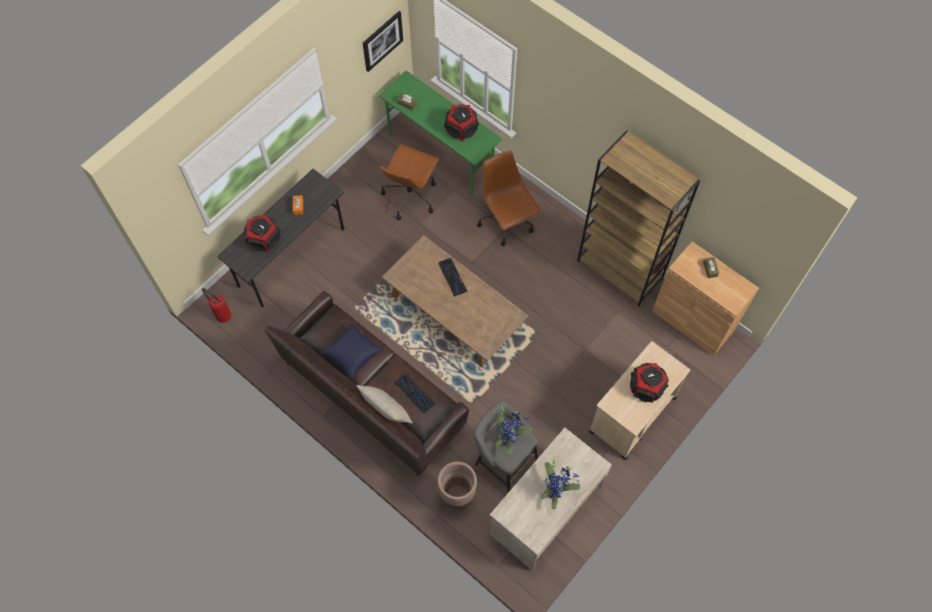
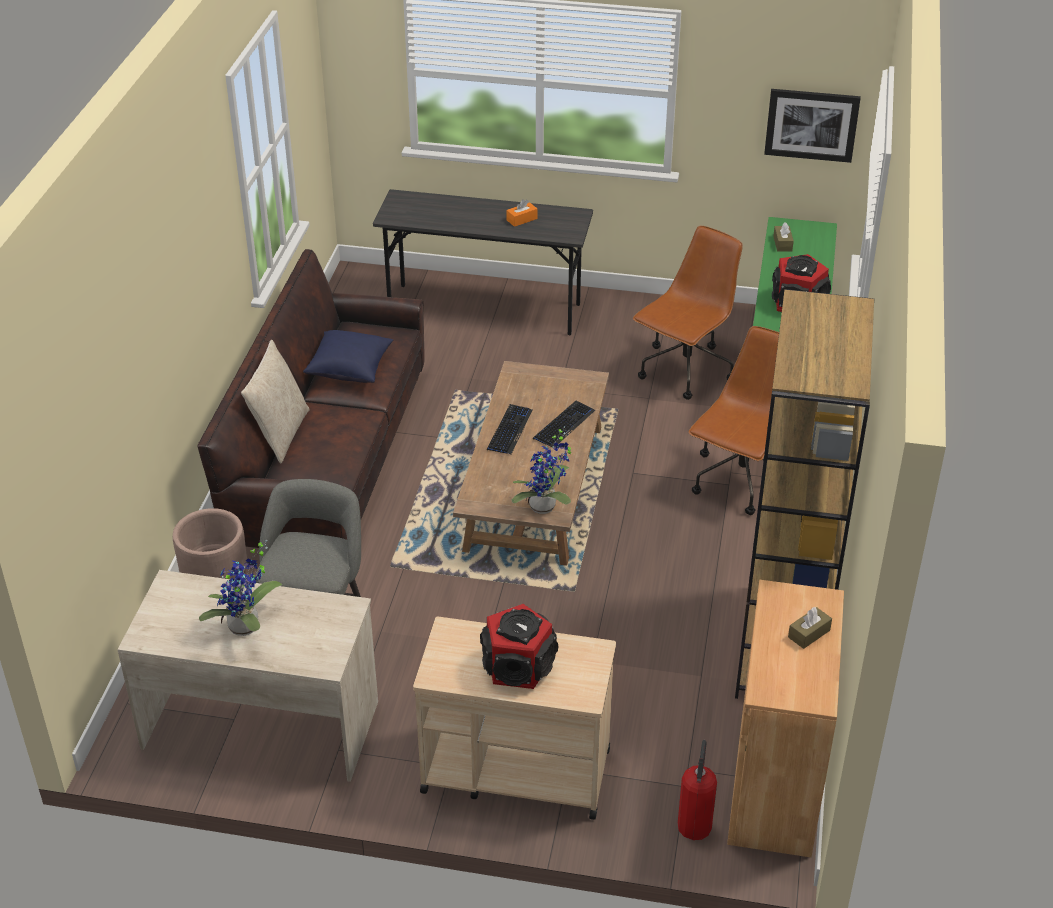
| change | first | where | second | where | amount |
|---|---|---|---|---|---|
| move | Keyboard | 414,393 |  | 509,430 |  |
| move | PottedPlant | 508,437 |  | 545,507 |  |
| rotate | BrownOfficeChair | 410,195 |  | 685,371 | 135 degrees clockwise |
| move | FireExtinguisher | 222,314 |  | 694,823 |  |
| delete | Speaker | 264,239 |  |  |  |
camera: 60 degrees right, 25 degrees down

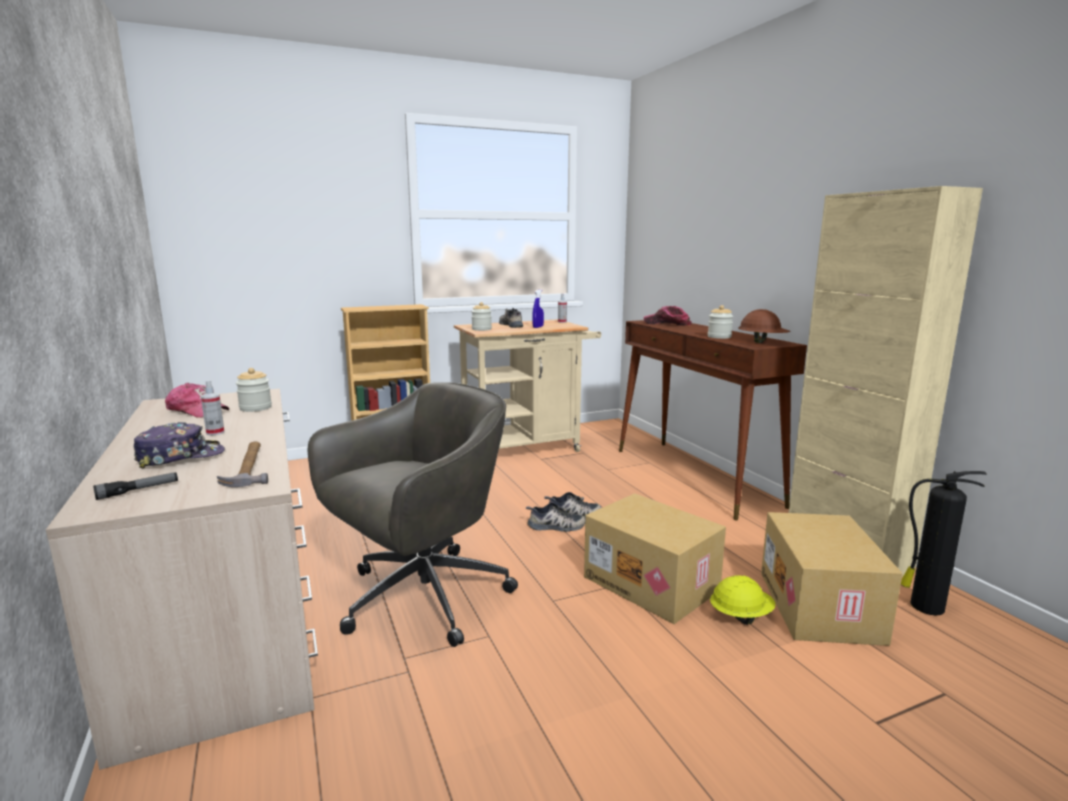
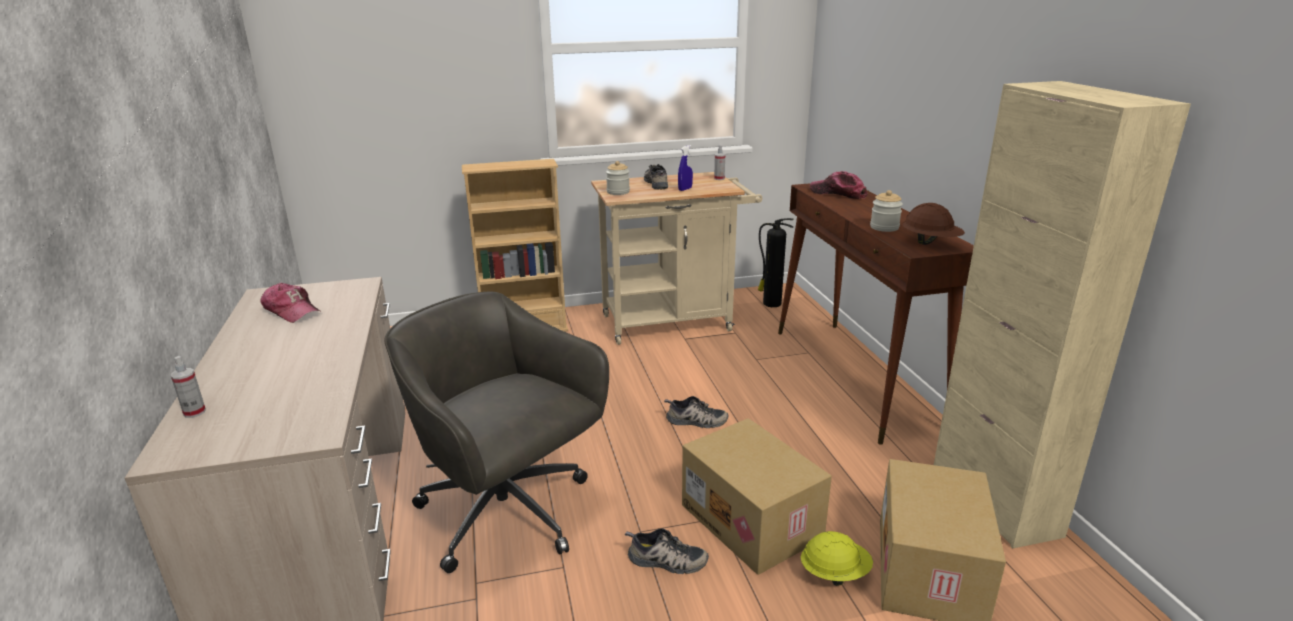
| change | first | where | second | where | amount |
|---|---|---|---|---|---|
| move | SprayBottle | 215,432 |  | 194,412 |  |
| rotate | GreyOfficeChair | 420,598 |  | 508,514 | 105 degrees counterclockwise |
| move | Shoe | 555,526 |  | 666,561 |  |
| move | FireExtinguisher | 924,606 |  | 770,303 |  |
| delete | Flashlight | 138,491 |  |  |  |
| delete | Cap | 180,457 |  |  |  |
| delete | Hammer | 248,466 |  |  |  |
| delete | Jar | 255,408 |  |  |  |
camera: 10 degrees right, 10 degrees up

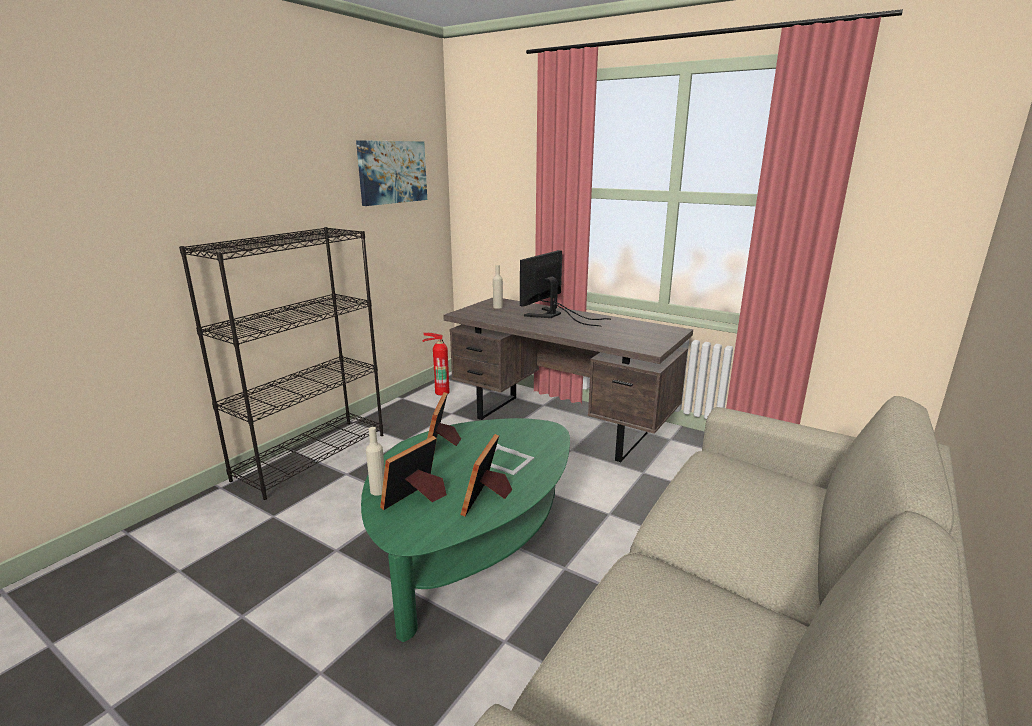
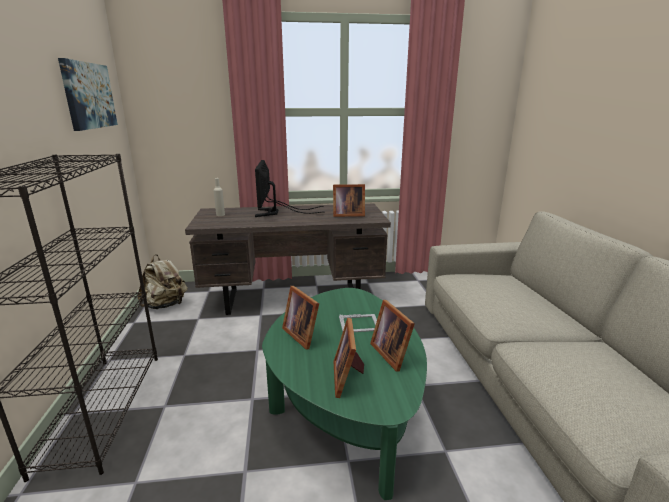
| change | first | where | second | where | amount |
|---|---|---|---|---|---|
| replace | FireExtinguisher | 441,392 | BeigeBackpack | 165,305 |  |
| insert |  |  | PictureFrame | 347,215 |  |
| delete | BeigeBottle | 378,490 |  |  |  |
camera: 40 degrees left, 0 degrees up

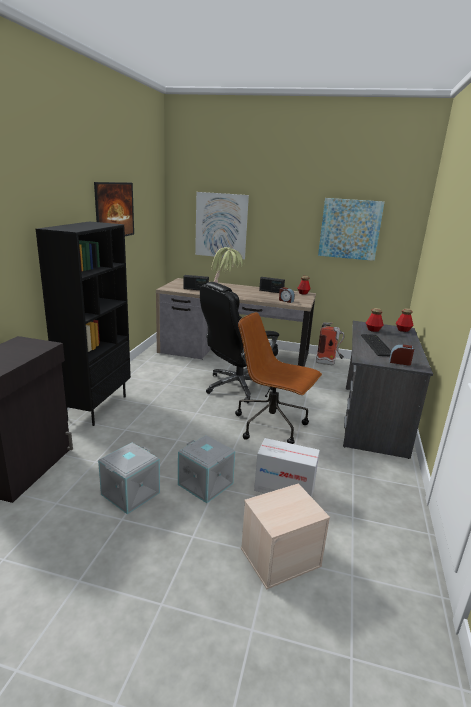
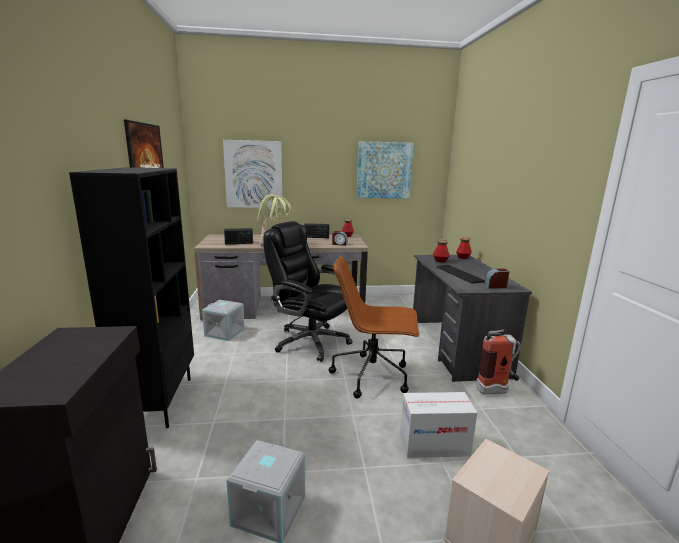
| change | first | where | second | where | amount |
|---|---|---|---|---|---|
| move | GreyStorageBox | 206,483 |  | 225,332 |  |
| rotate | BlackOfficeChair | 236,387 |  | 310,341 | 90 degrees clockwise |
| move | FireExtinguisher | 329,363 |  | 497,390 |  |
camera: 20 degrees left, 5 degrees down

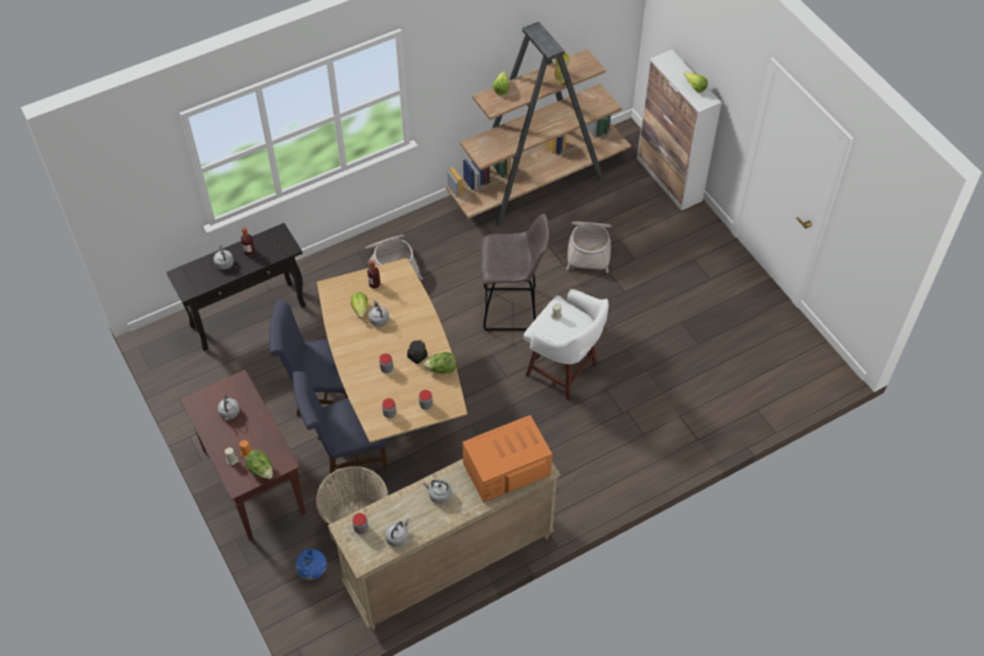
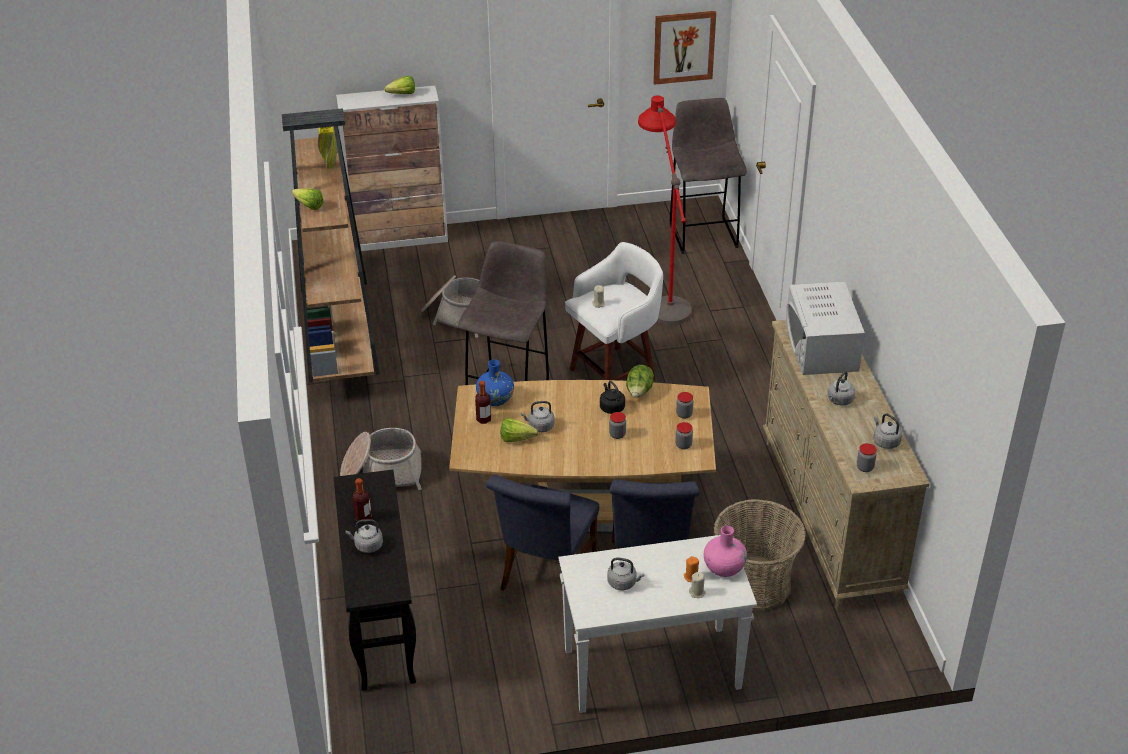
| change | first | where | second | where | amount |
|---|---|---|---|---|---|
| move | BlueVase | 312,570 |  | 495,399 |  |
| recolor | BrownConsoleTable | 252,480 | WhiteConsoleTable | 650,670 |  |
| replace | BlackJar | 417,356 | BlackKettle | 611,407 |  |
| insert |  |  | RedFloorLamp | 662,293 |  |
| insert |  |  | Picture | 683,47 |  |
| insert |  |  | GreyStool | 703,234 |  |
| replace | Lettuce | 261,470 | PinkVase | 724,568 |  |
| recolor | OrangeMicrowave | 506,469 | WhiteMicrowave | 821,346 |  |
camera: 70 degrees left, 15 degrees down

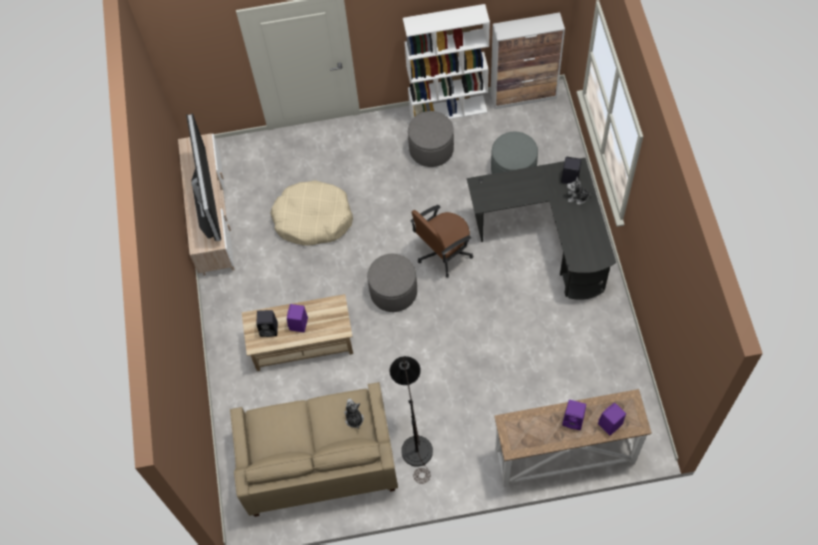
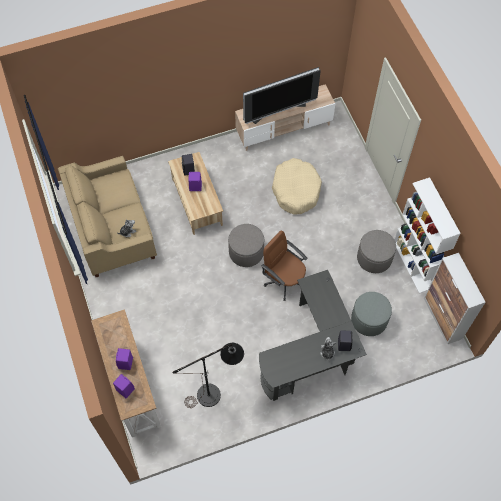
| change | first | where | second | where | amount |
|---|---|---|---|---|---|
| move | BlackFloorLamp | 415,442 |  | 215,393 |  |
camera: 75 degrees right, 0 degrees up

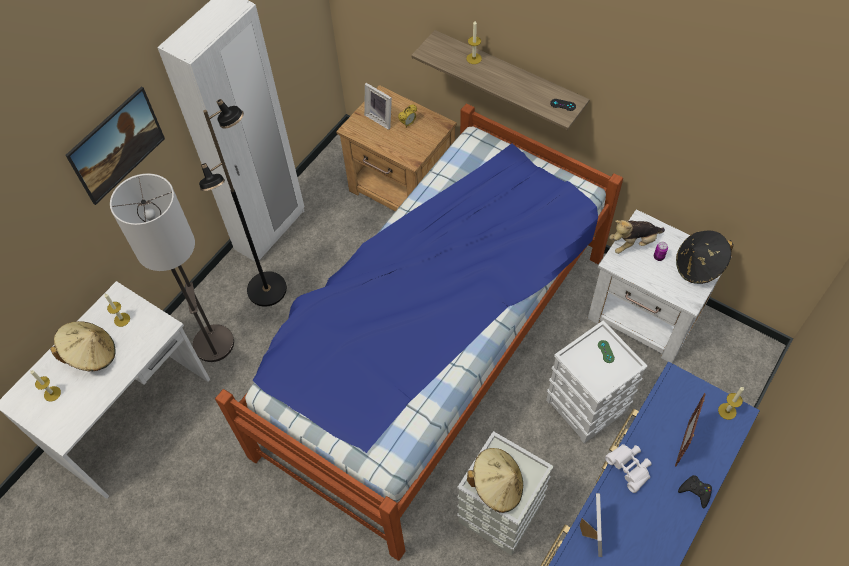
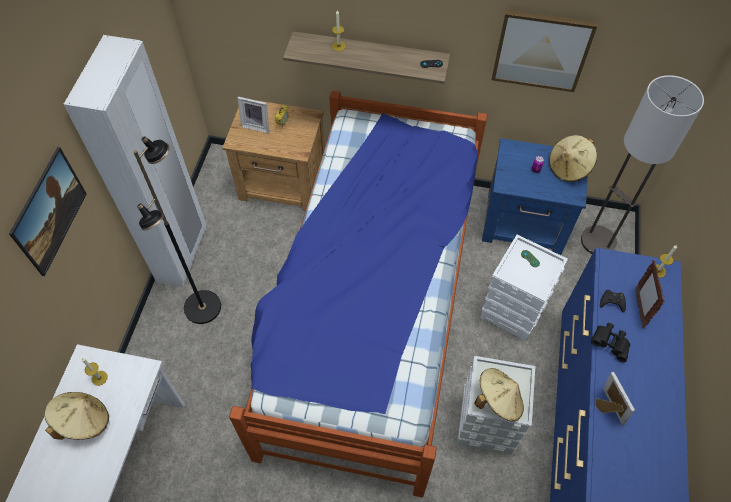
| change | first | where | second | where | amount |
|---|---|---|---|---|---|
| recolor | WhiteNightstand | 646,315 | BlueNightstand | 525,223 |  |
| insert |  |  | Picture | 541,50 |  |
| recolor | BlackHat | 699,266 | BeigeHat | 569,167 |  |
| move | FloorLamp | 214,344 |  | 598,241 |  |
| recolor | WhiteBinoculars | 629,468 | BlackBinoculars | 610,344 |  |
| move | BlackGameController | 695,491 |  | 612,302 |  |
| delete | Candle | 52,393 |  |  |  |
| delete | PlushToy | 633,243 |  |  |  |
camera: 25 degrees left, 0 degrees up

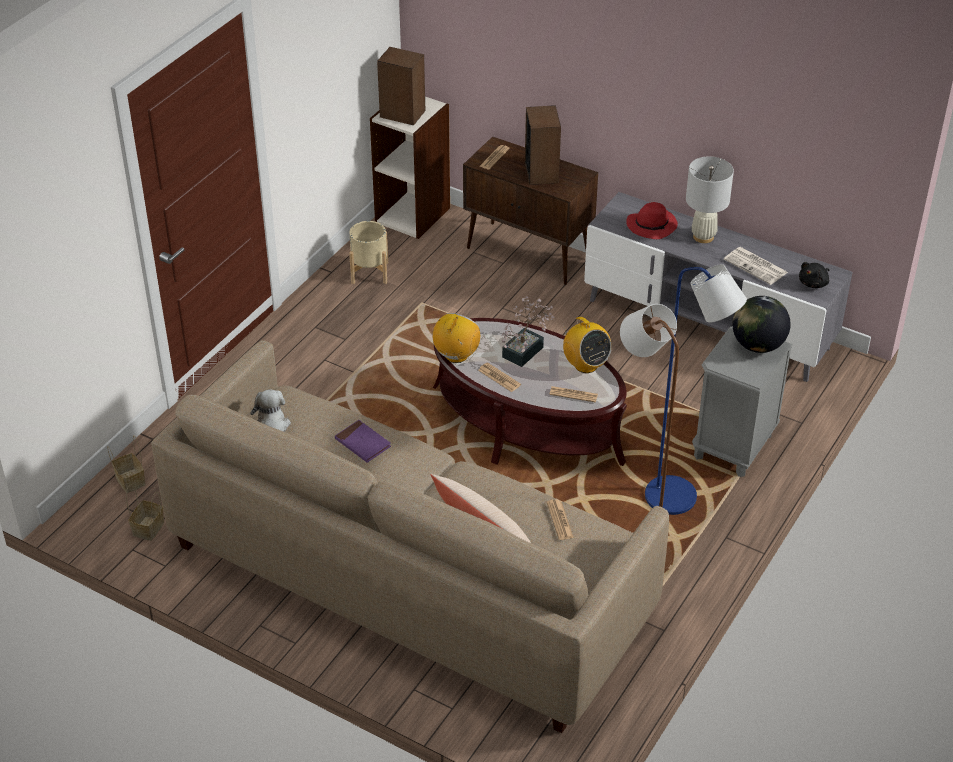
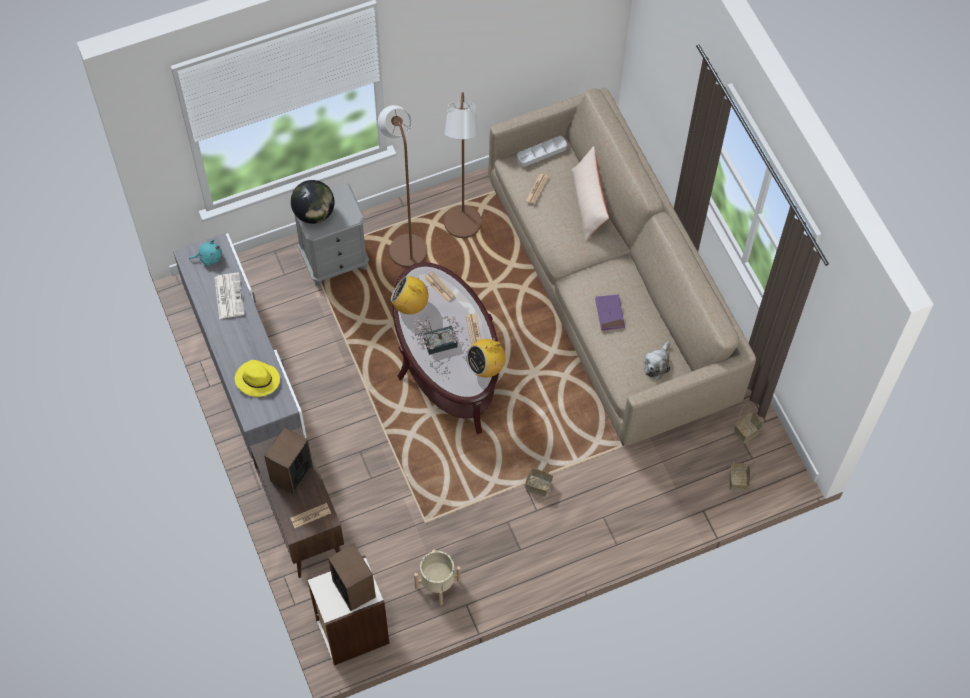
| change | first | where | second | where | amount |
|---|---|---|---|---|---|
| recolor | BlackPlushToy | 814,283 | TurquoisePlushToy | 209,257 |  |
| recolor | RedHat | 652,225 | YellowHat | 257,380 |  |
| recolor | BlueFloorLamp | 679,501 | BrownFloorLamp | 405,245 |  |
| rotate | Radio | 585,365 |  | 410,305 | 75 degrees counterclockwise |
| insert |  |  | GreyTray | 541,153 |  |
| insert |  |  | Basket | 537,486 |  |
| delete | WhiteTableLamp | 703,236 |  |  |  |
camera: 145 degrees left, 20 degrees up

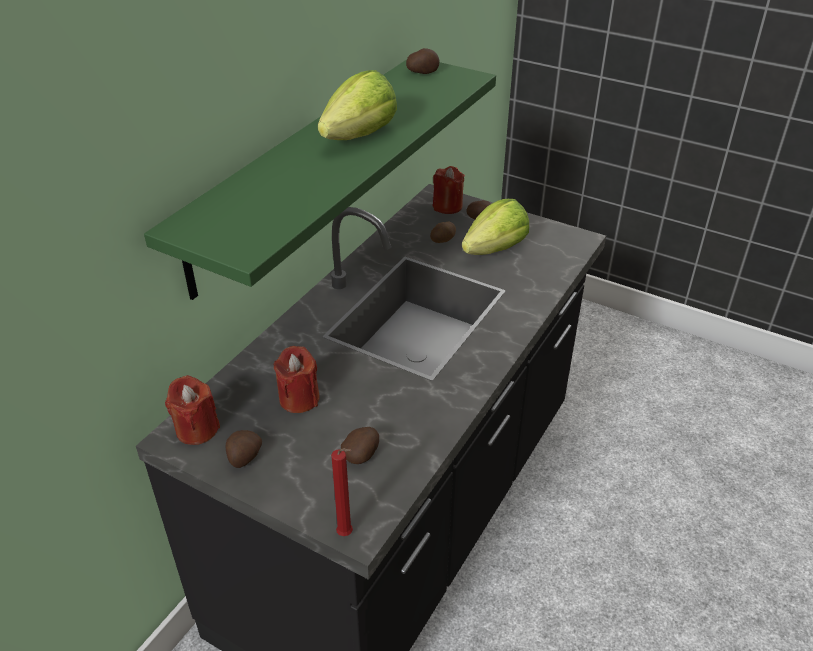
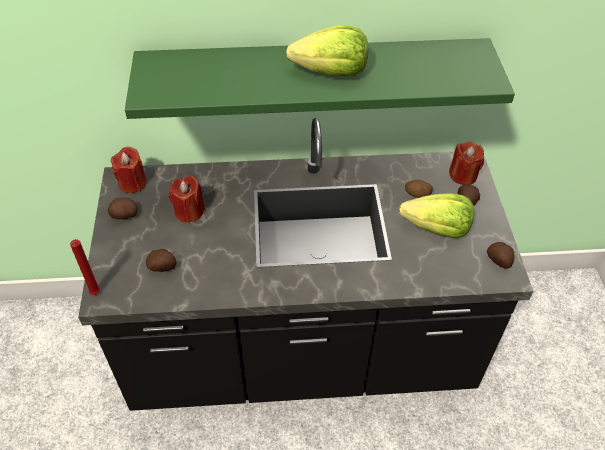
| change | first | where | second | where | amount |
|---|---|---|---|---|---|
| move | Potato | 422,73 |  | 499,261 |  |
camera: 55 degrees right, 10 degrees up

